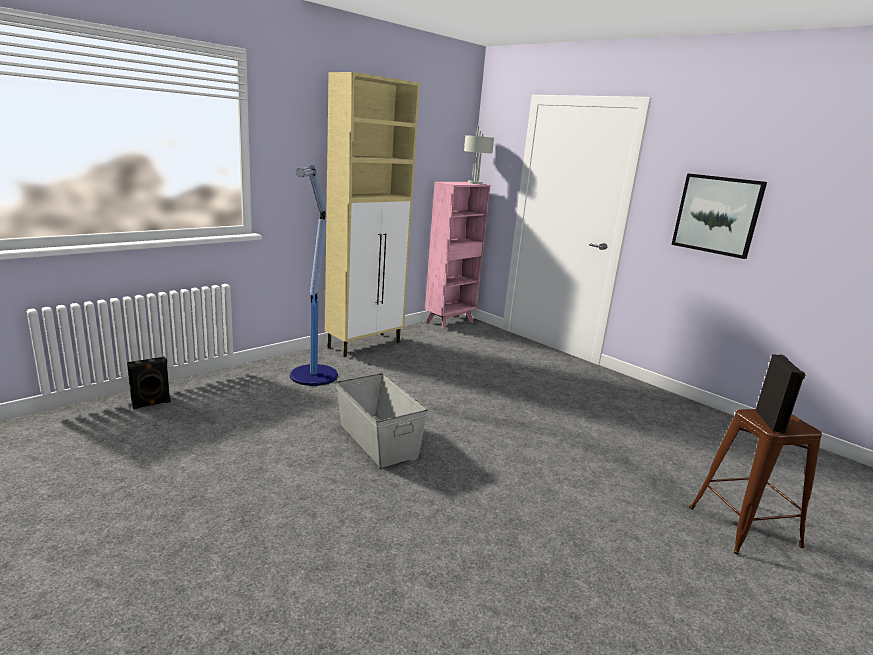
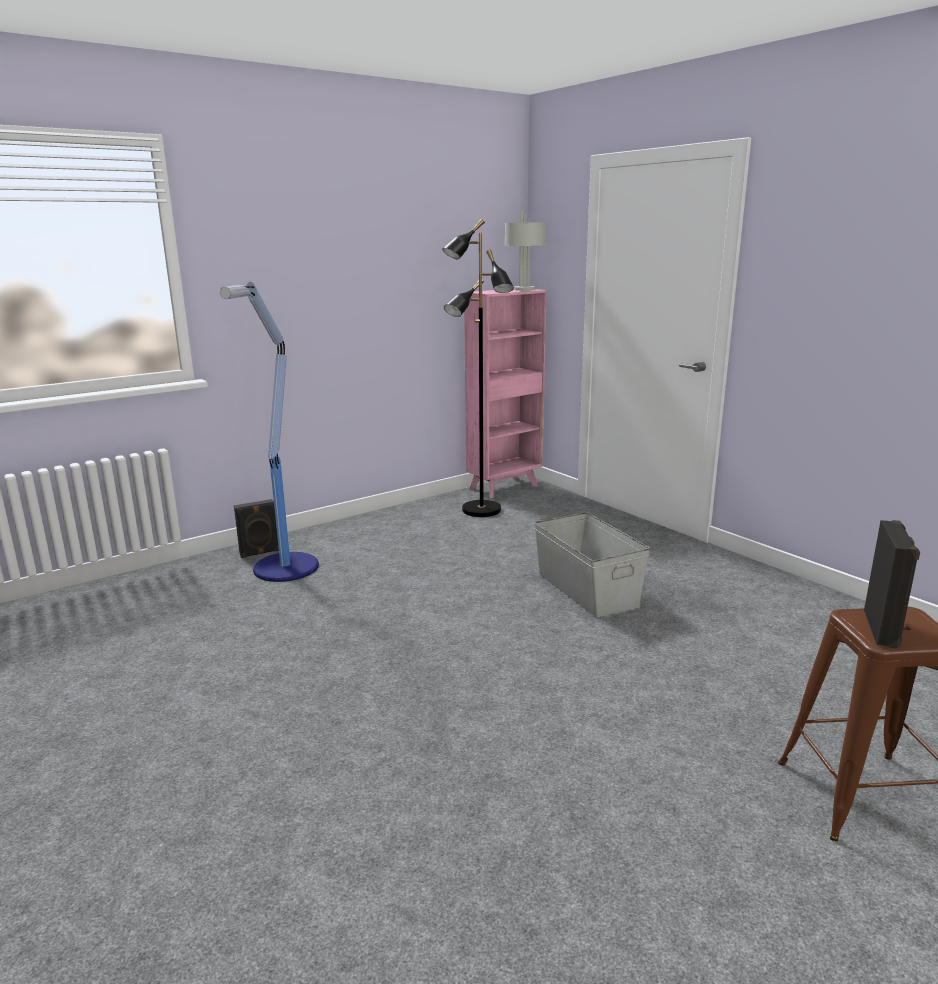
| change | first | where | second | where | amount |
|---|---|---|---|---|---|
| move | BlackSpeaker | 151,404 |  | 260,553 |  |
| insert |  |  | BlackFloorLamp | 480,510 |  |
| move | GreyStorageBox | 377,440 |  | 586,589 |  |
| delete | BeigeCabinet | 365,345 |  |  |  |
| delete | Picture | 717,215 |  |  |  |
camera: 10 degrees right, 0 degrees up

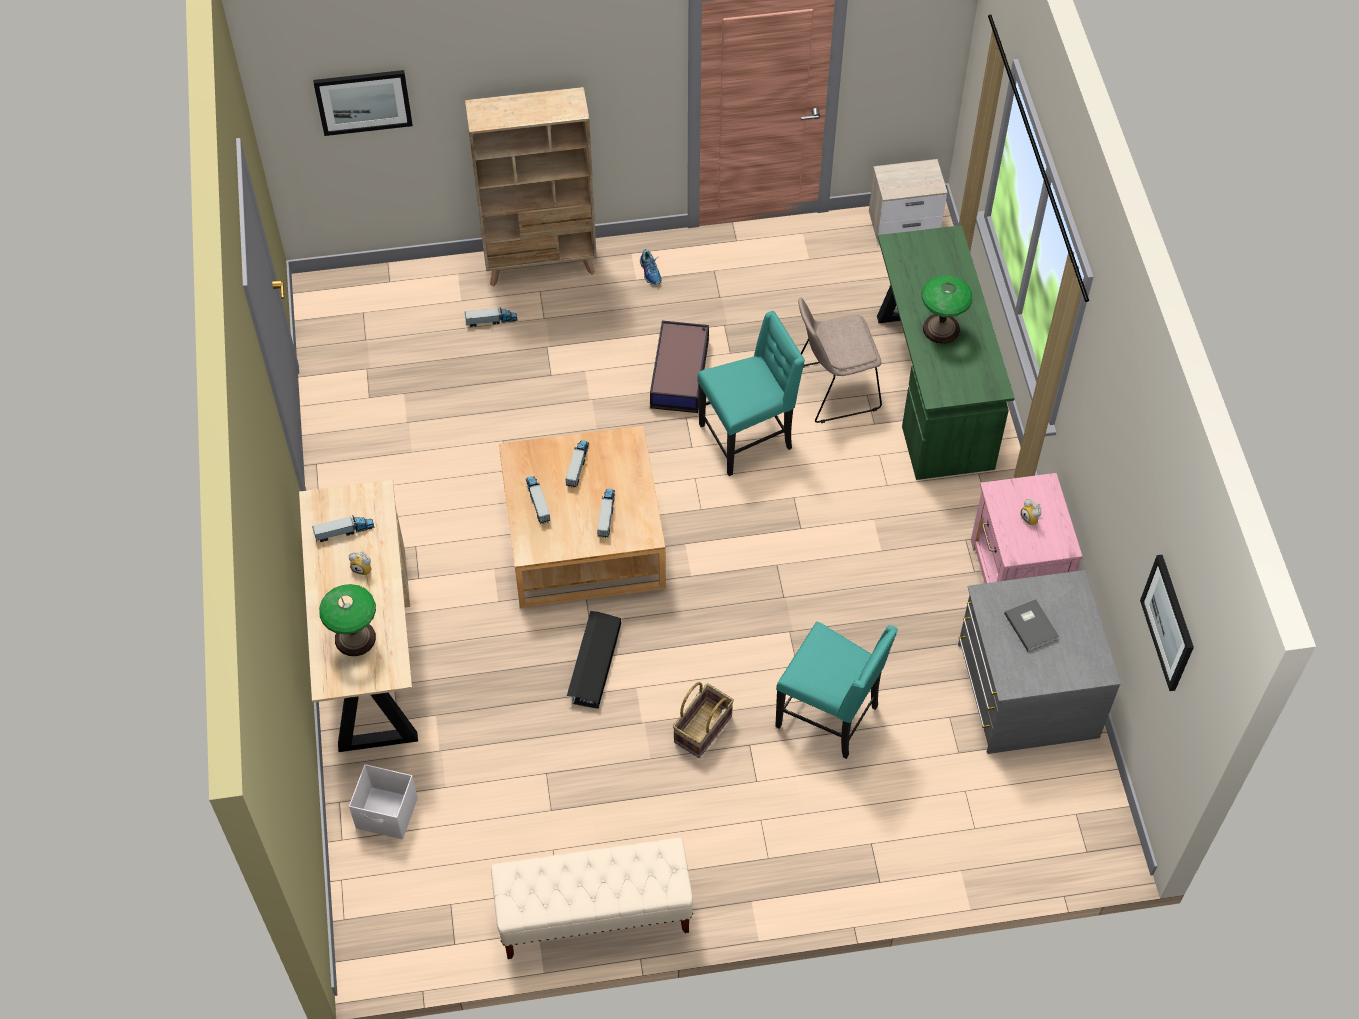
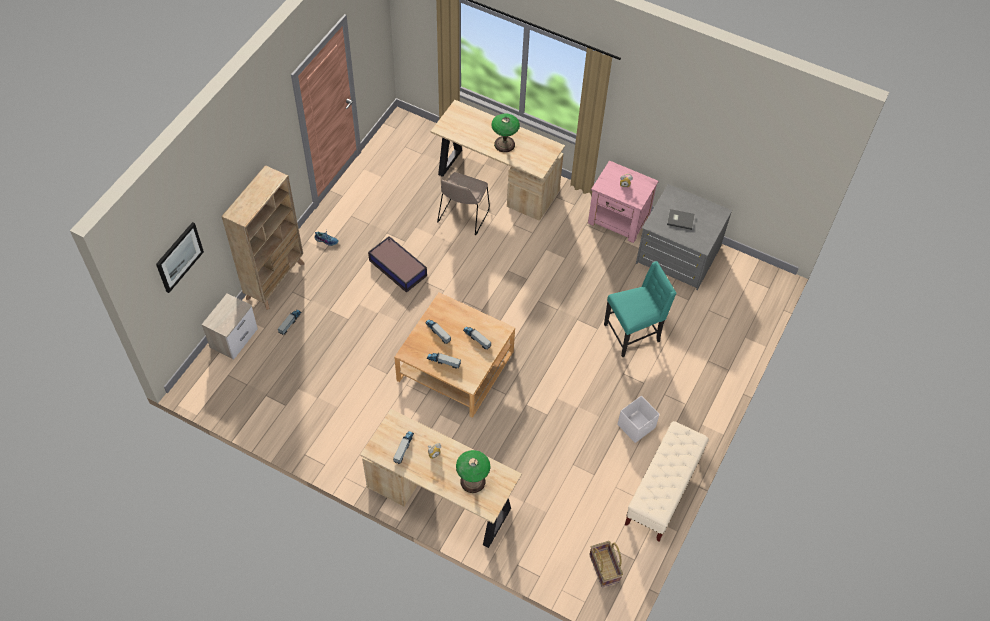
| change | first | where | second | where | amount |
|---|---|---|---|---|---|
| move | Nightstand | 905,225 |  | 234,338 |  |
| recolor | GreenDesk | 932,387 | BeigeDesk | 496,181 |  |
| move | Basket | 703,730 |  | 605,568 |  |
| move | WhiteStorageBox | 387,814 |  | 636,426 |  |
| delete | BlackStorageBox | 594,663 |  |  |  |
| delete | TurquoiseChair | 748,437 |  |  |  |
| delete | Picture | 1168,622 |  |  |  |
camera: 55 degrees left, 0 degrees up

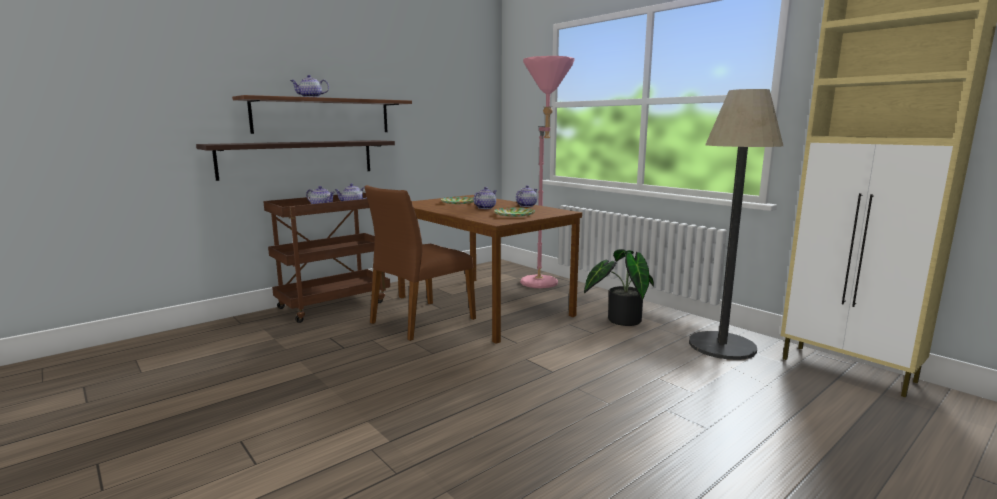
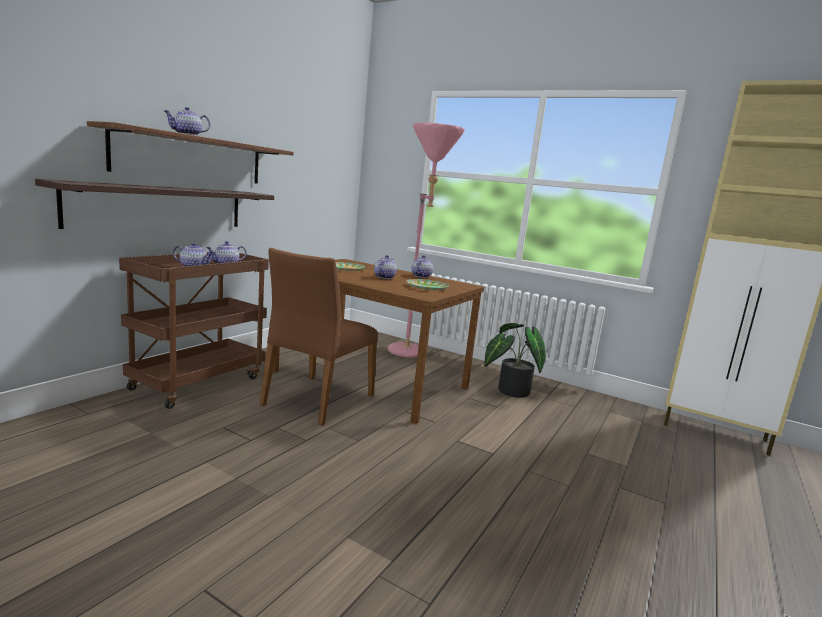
| change | first | where | second | where | amount |
|---|---|---|---|---|---|
| delete | FloorLamp | 722,346 |  |  |  |
camera: 20 degrees left, 0 degrees up

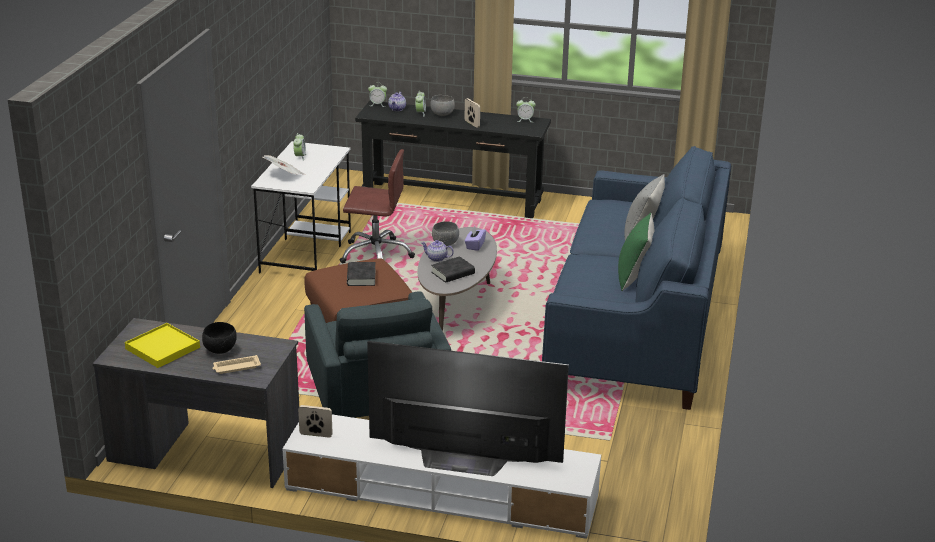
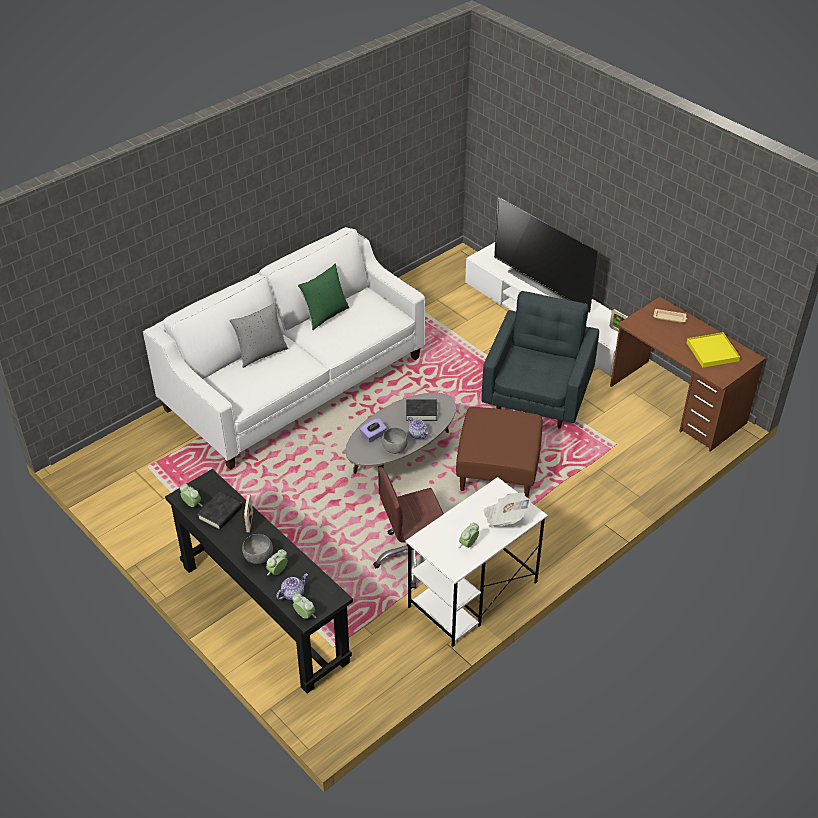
| change | first | where | second | where | amount |
|---|---|---|---|---|---|
| recolor | BlueSofa | 637,323 | WhiteSofa | 294,383 |  |
| move | BlackBook | 361,277 |  | 220,513 |  |
| rotate | BrownOfficeChair | 376,254 |  | 413,557 | 60 degrees counterclockwise |
| recolor | GreyDesk | 205,451 | BrownDesk | 677,405 |  |
| delete | BlackBowl | 221,350 |  |  |  |
camera: 145 degrees left, 15 degrees up

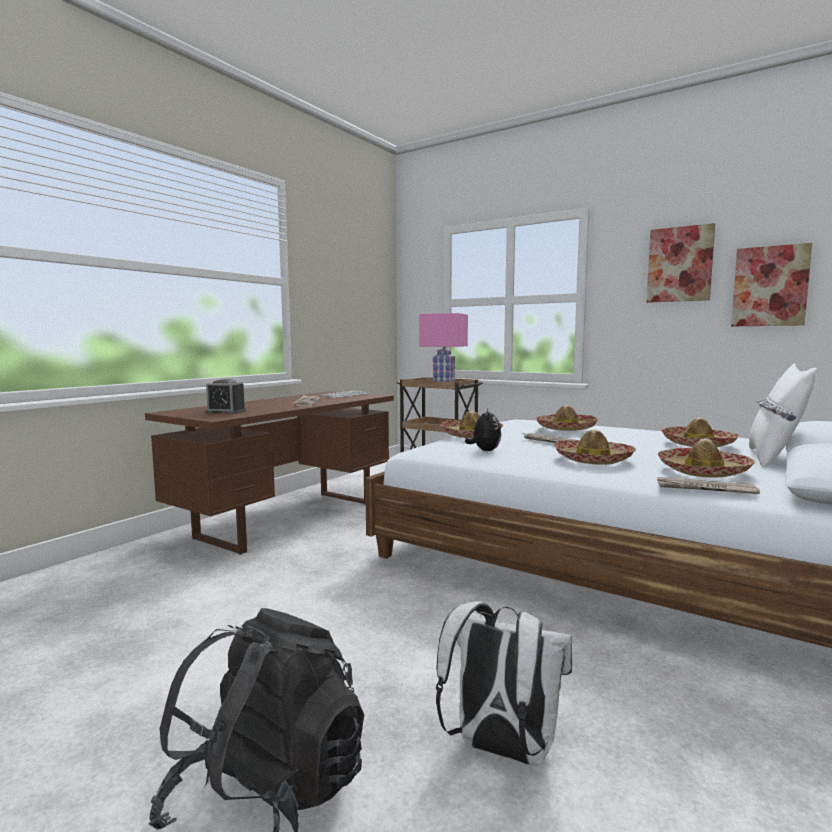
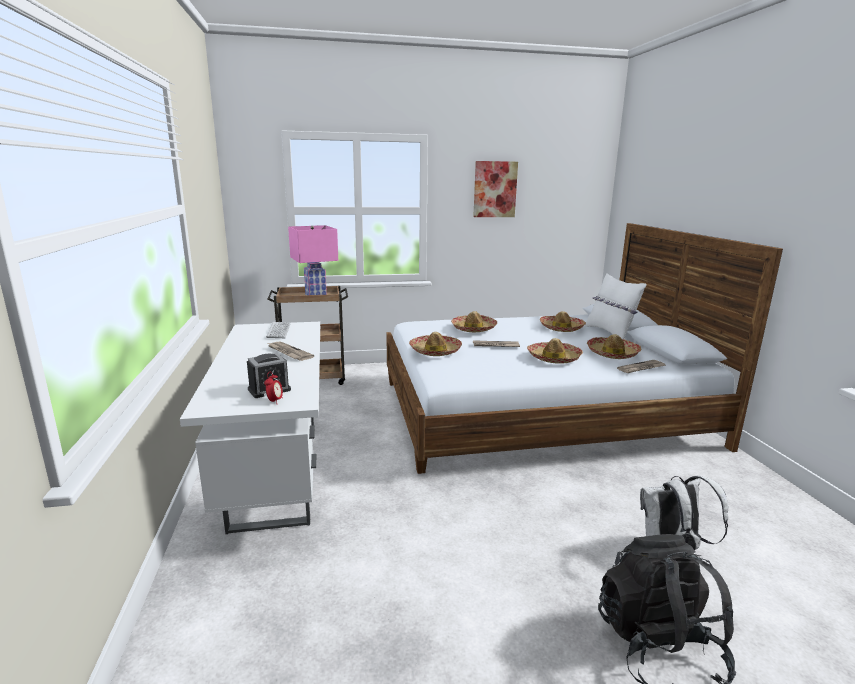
| change | first | where | second | where | amount |
|---|---|---|---|---|---|
| recolor | BrownDesk | 289,519 | WhiteDesk | 276,471 |  |
| insert |  |  | AlarmClock | 275,401 |  |
| delete | PlushToy | 485,450 |  |  |  |
| delete | Picture | 770,286 |  |  |  |
camera: 45 degrees left, 10 degrees up

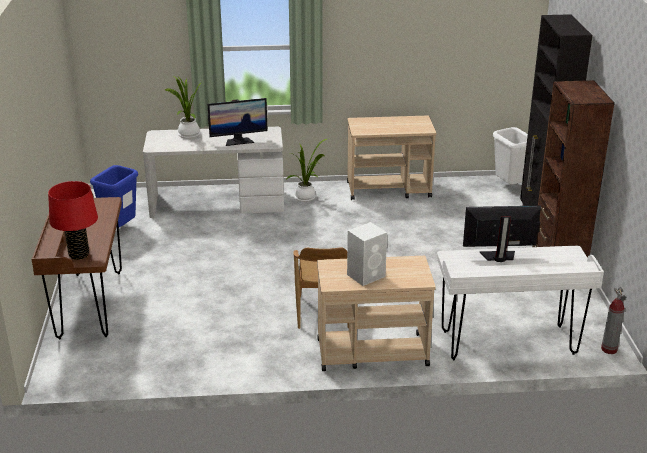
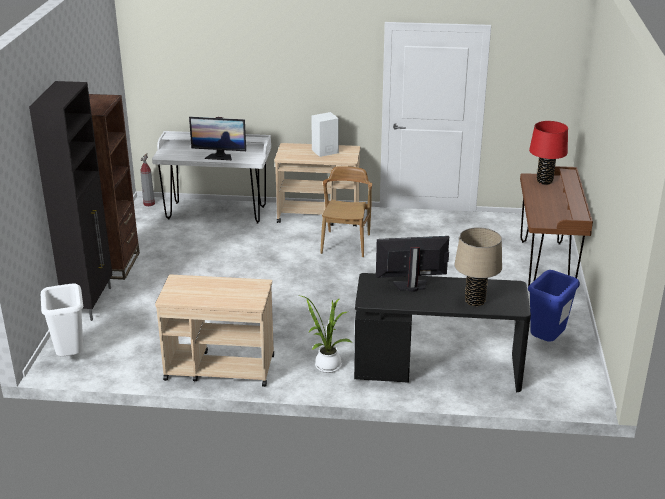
| change | first | where | second | where | amount |
|---|---|---|---|---|---|
| recolor | WhiteDesk | 217,203 | BlackDesk | 437,368 |  |
| replace | PottedPlant | 188,135 | BeigeTableLamp | 475,301 |  |
camera: 170 degrees left, 0 degrees up

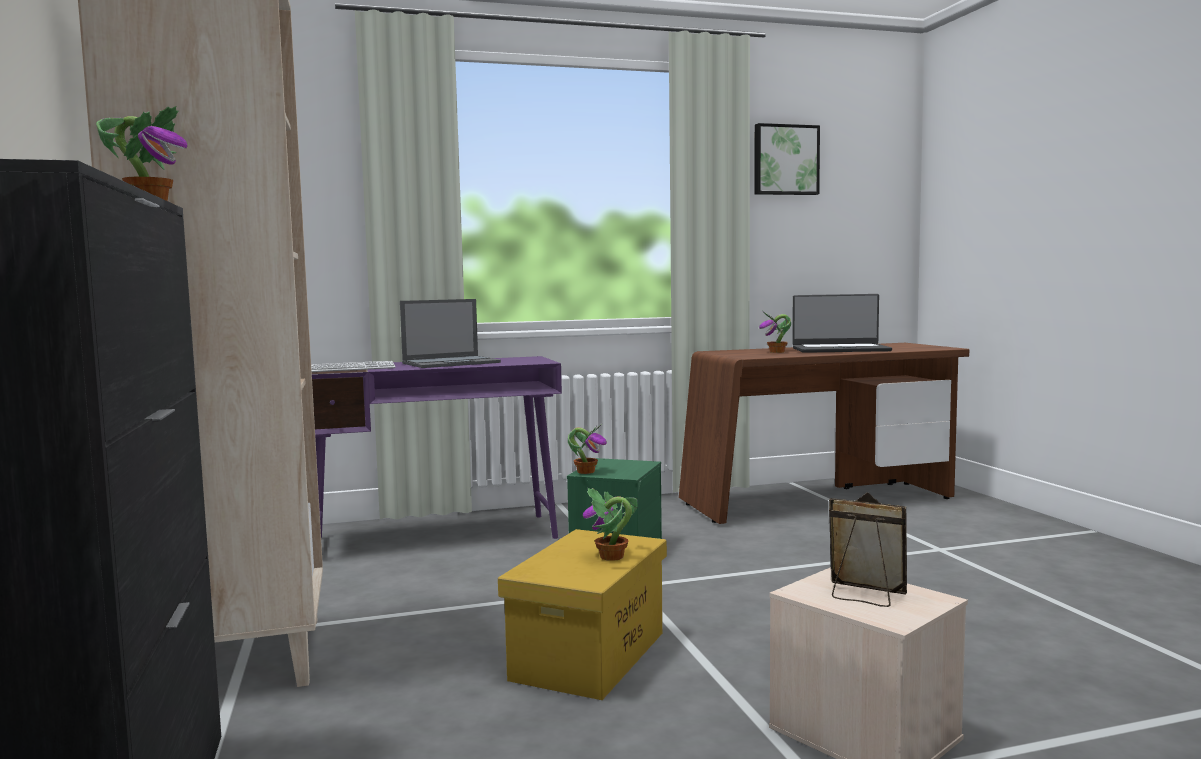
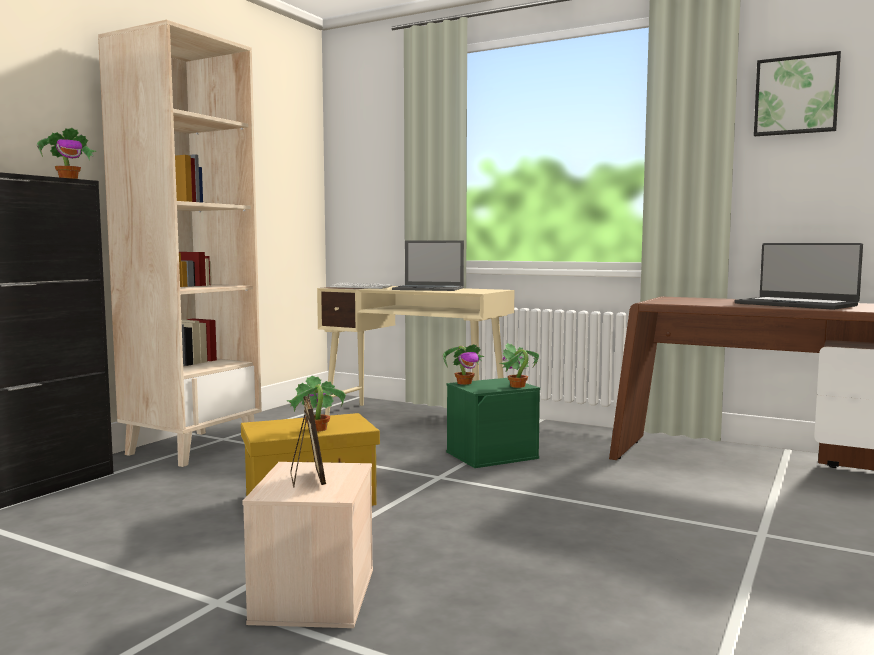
| change | first | where | second | where | amount |
|---|---|---|---|---|---|
| recolor | PurpleDesk | 437,537 | BeigeDesk | 415,420 |  |
| move | PottedPlant | 777,352 |  | 517,386 |  |
camera: 45 degrees right, 0 degrees up

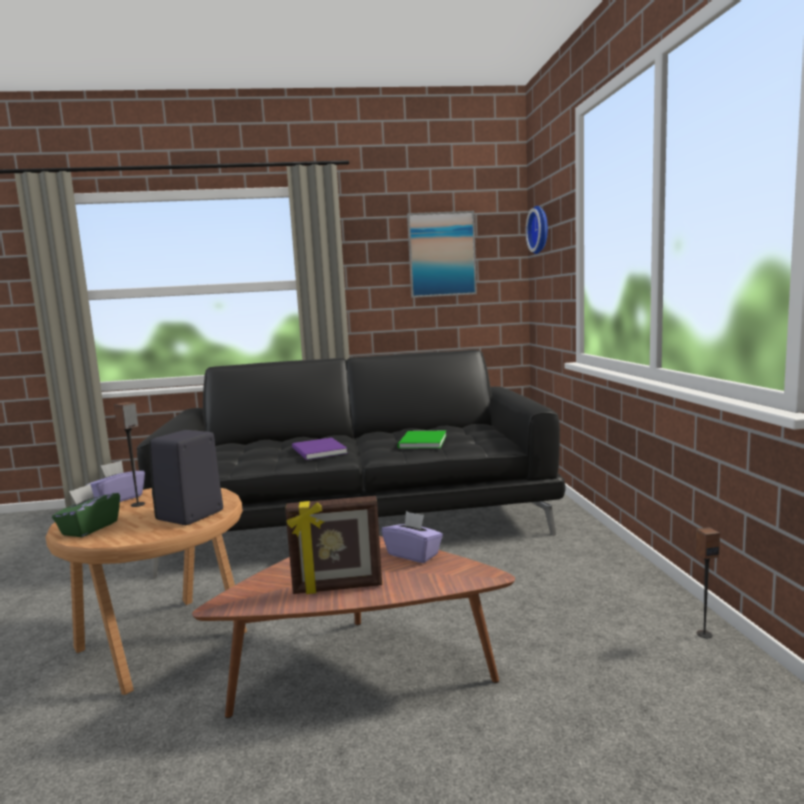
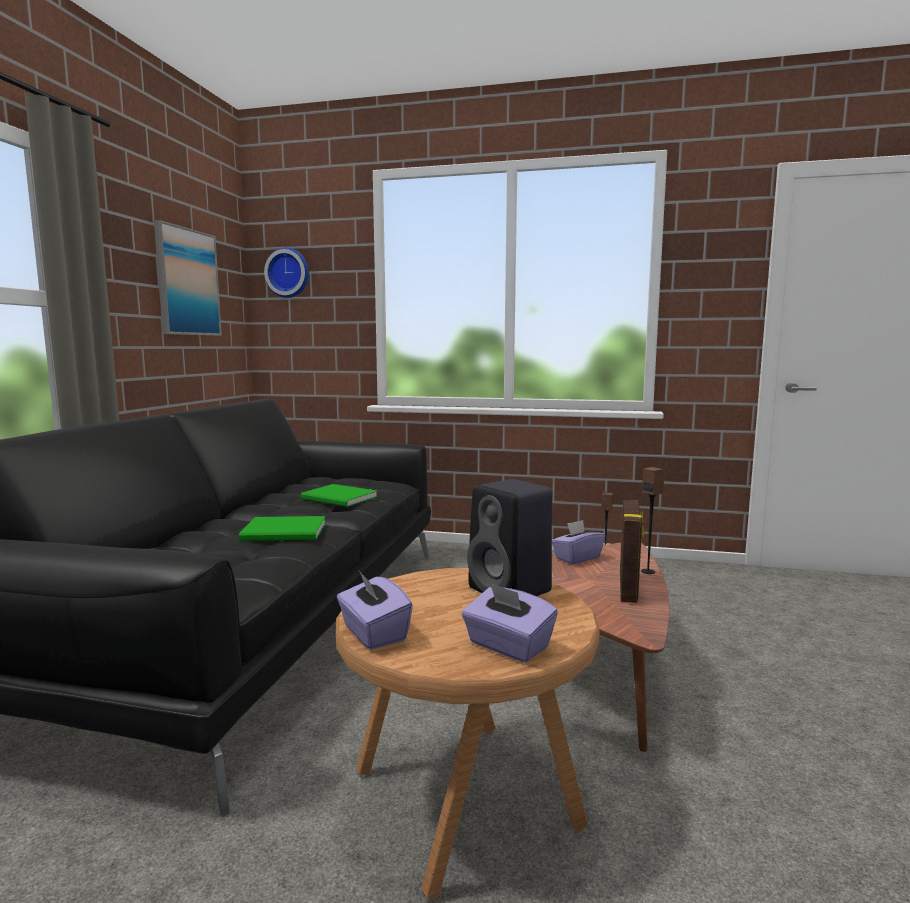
| change | first | where | second | where | amount |
|---|---|---|---|---|---|
| recolor | PurpleBook | 318,451 | GreenBook | 286,532 |  |
| recolor | GreenTissueBox | 89,528 | PurpleTissueBox | 507,646 |  |
| move | Speaker | 138,504 |  | 648,571 |  |
camera: 70 degrees left, 0 degrees up

